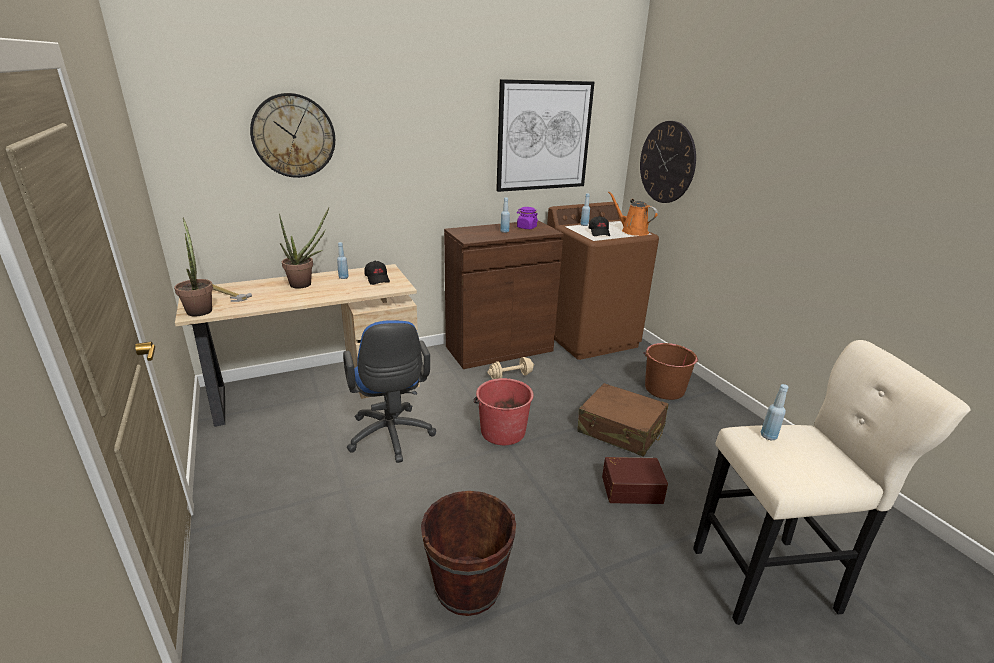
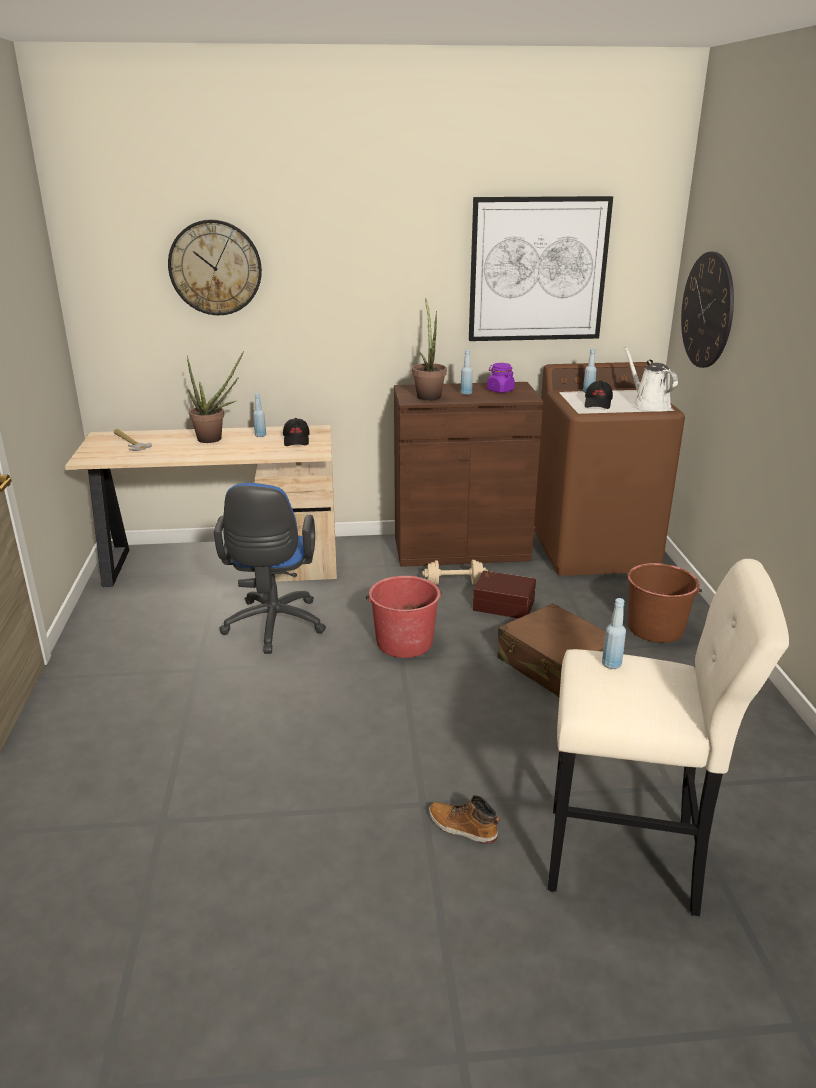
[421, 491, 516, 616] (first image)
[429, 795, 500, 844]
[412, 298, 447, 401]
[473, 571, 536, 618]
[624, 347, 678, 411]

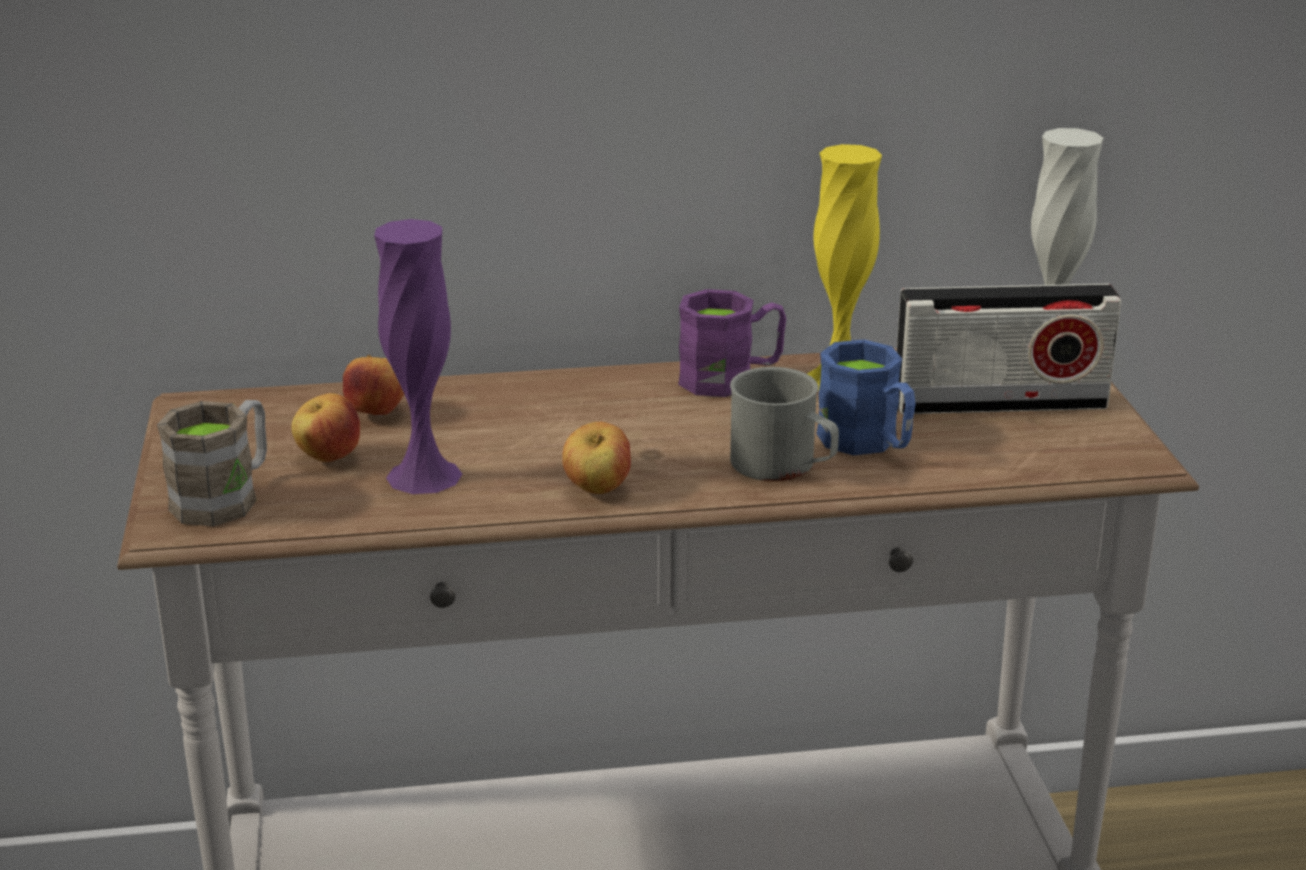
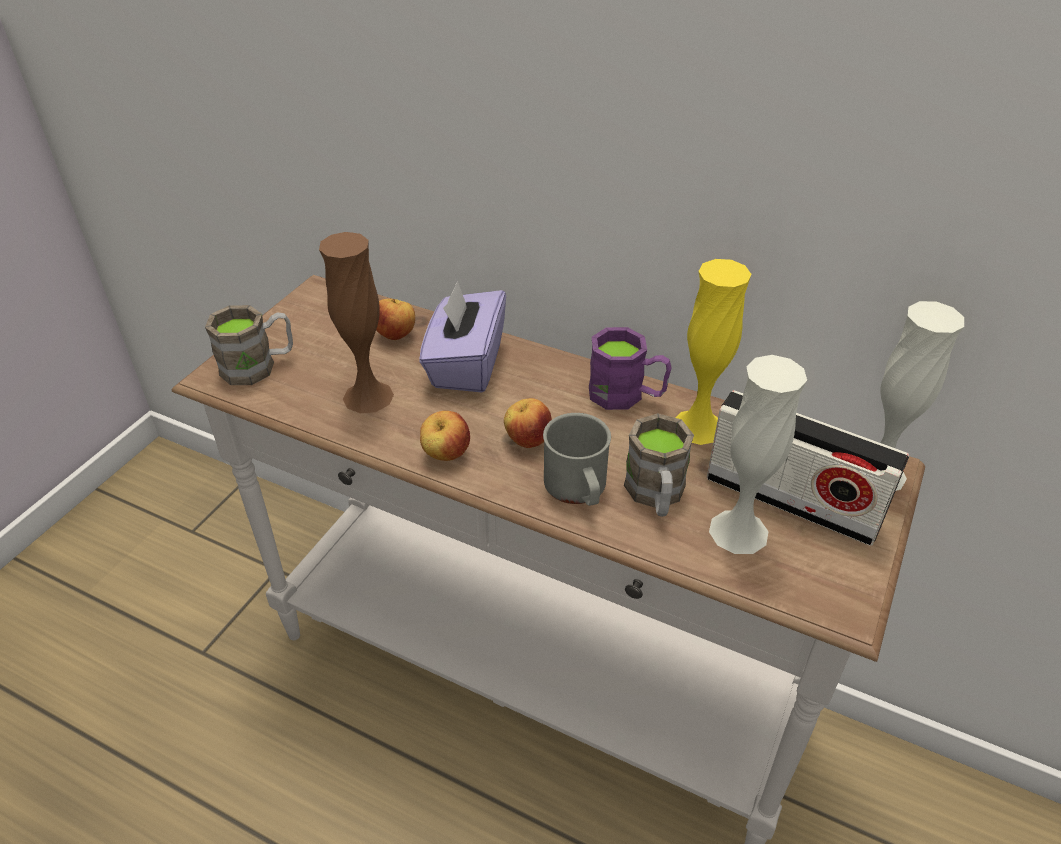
[419, 281, 506, 392]
[709, 355, 807, 554]
[504, 398, 552, 448]
[319, 232, 394, 413]
[624, 413, 694, 517]

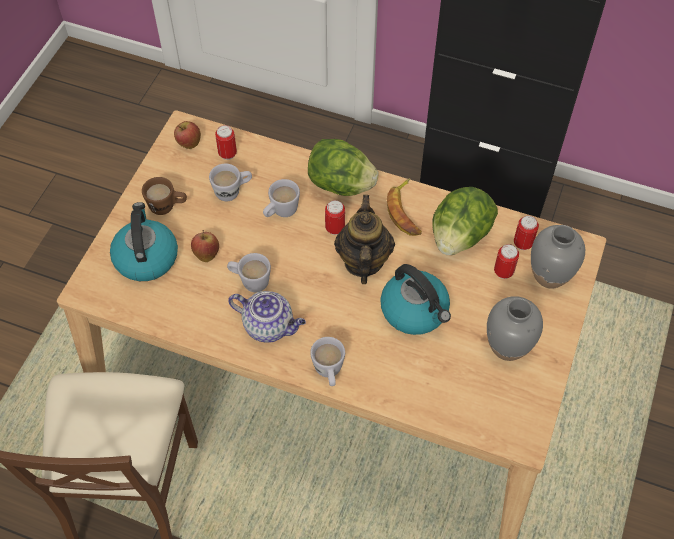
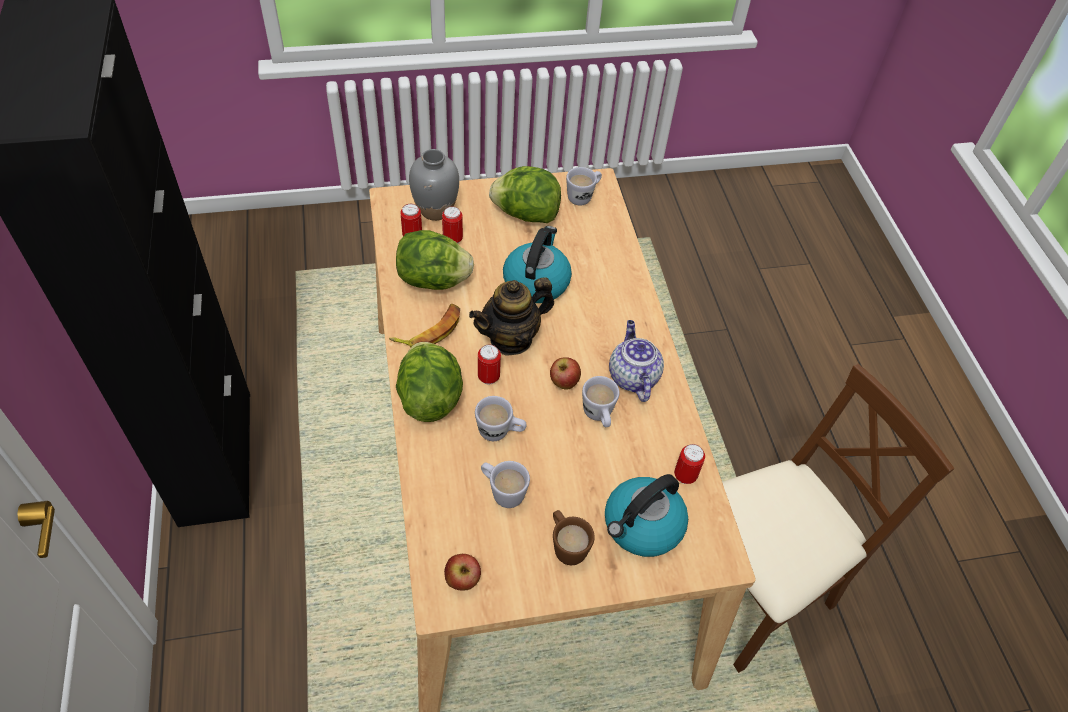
[550, 357, 581, 390]
[674, 444, 705, 484]
[566, 167, 602, 206]
[489, 166, 561, 223]

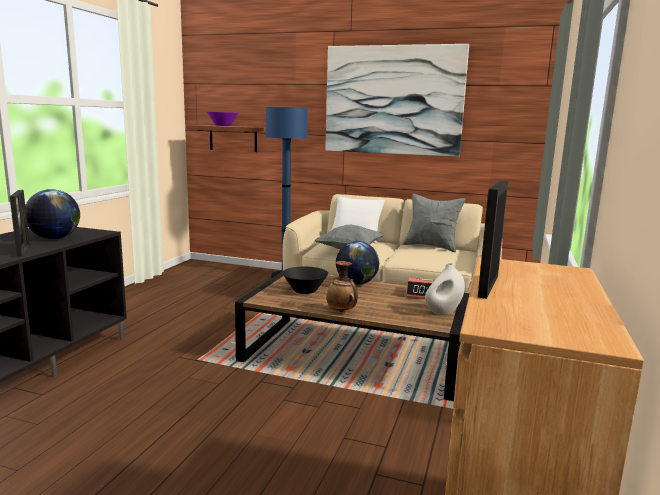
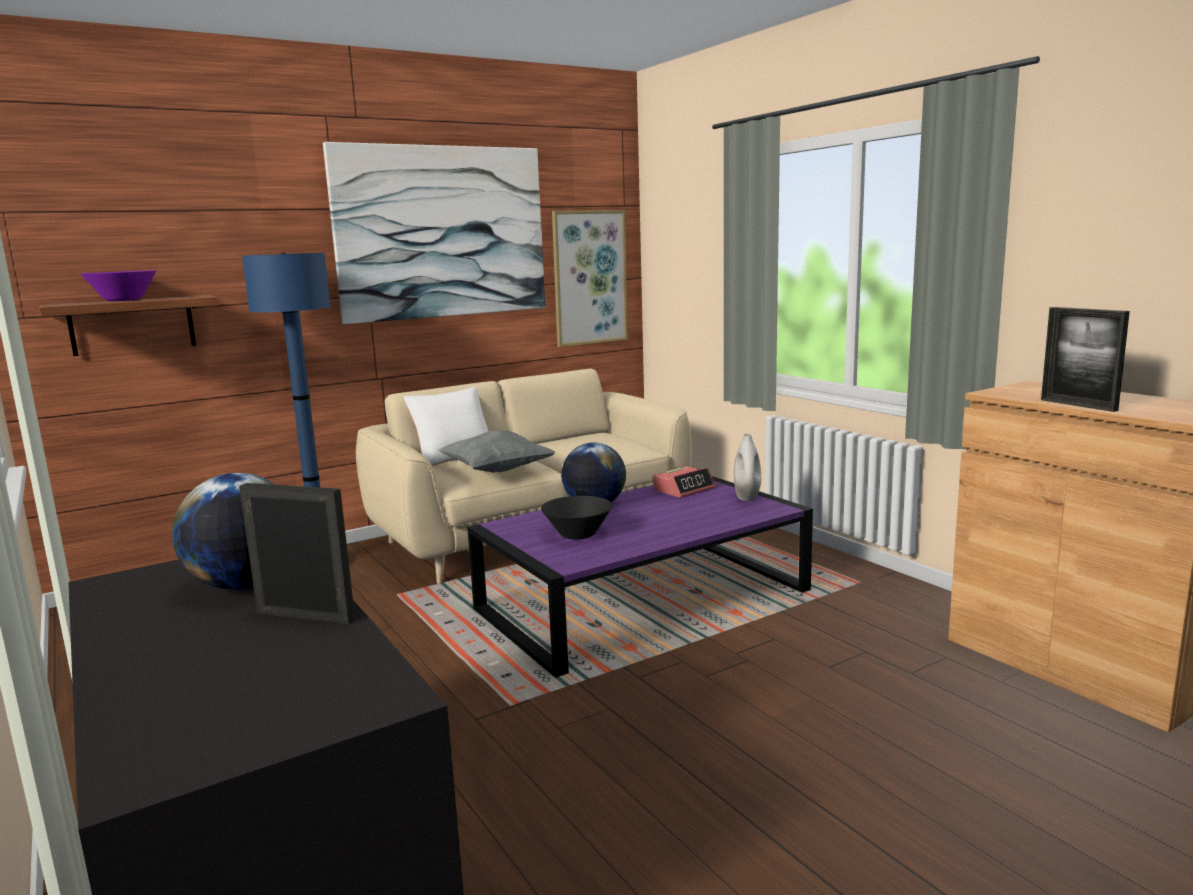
[327, 261, 358, 312] (first image)
[403, 194, 465, 252] (first image)
[552, 210, 628, 347]
[467, 476, 813, 677]

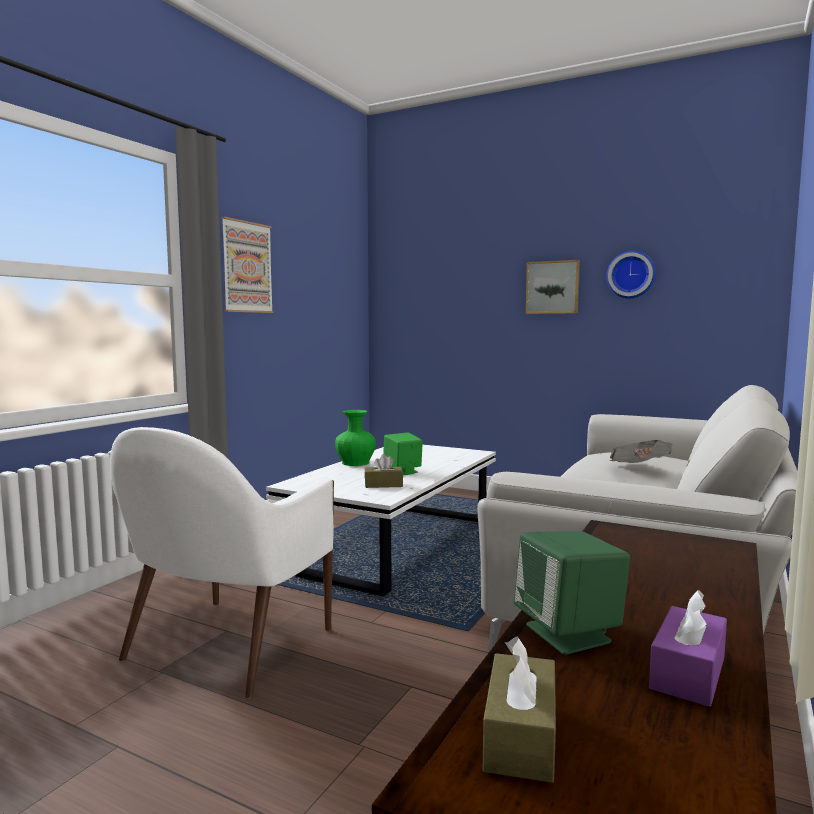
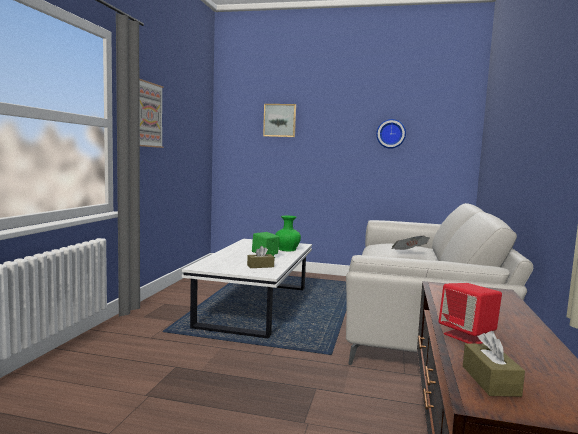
[110, 427, 334, 699] (first image)
[649, 590, 727, 707] (first image)
[275, 216, 301, 251]
[263, 104, 296, 137]
[439, 283, 502, 344]

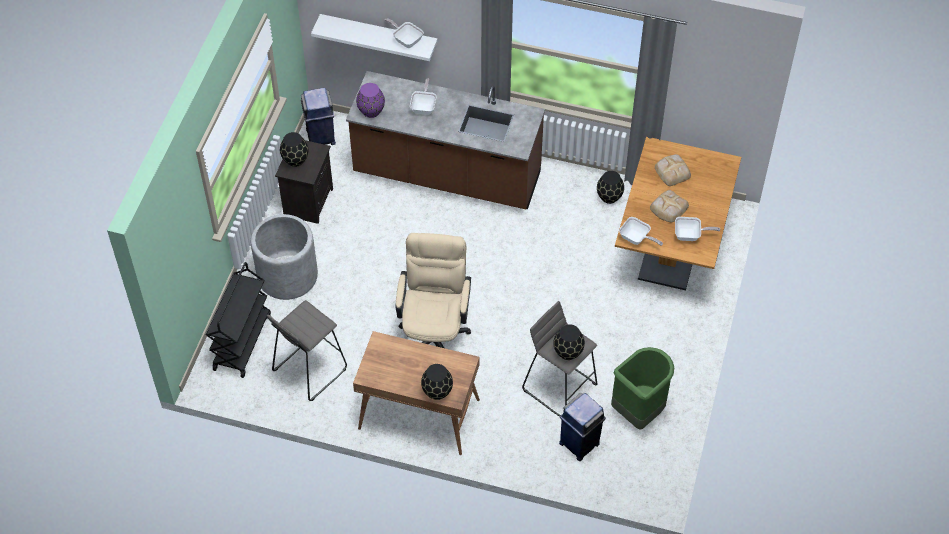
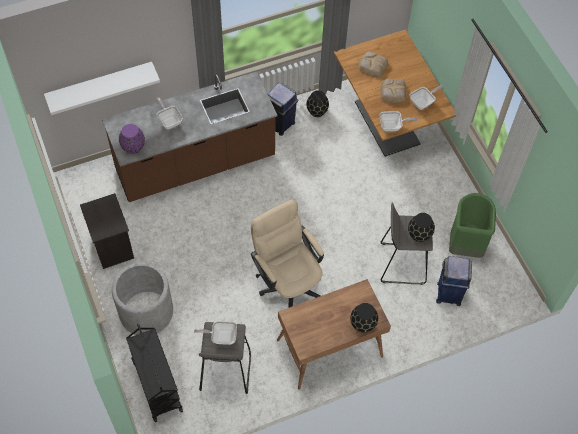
[280, 132, 308, 167] (first image)
[267, 83, 298, 136]
[194, 321, 237, 345]

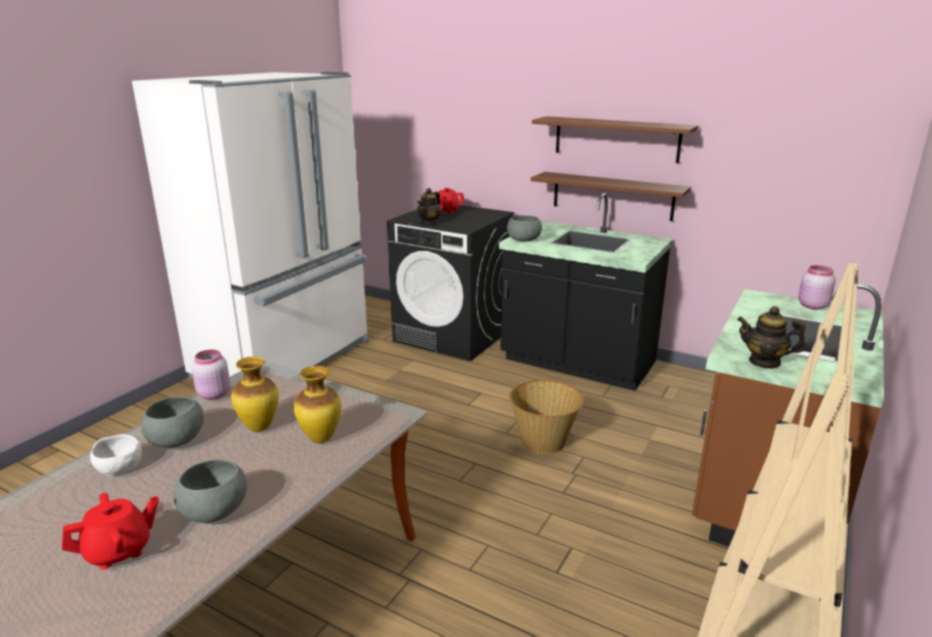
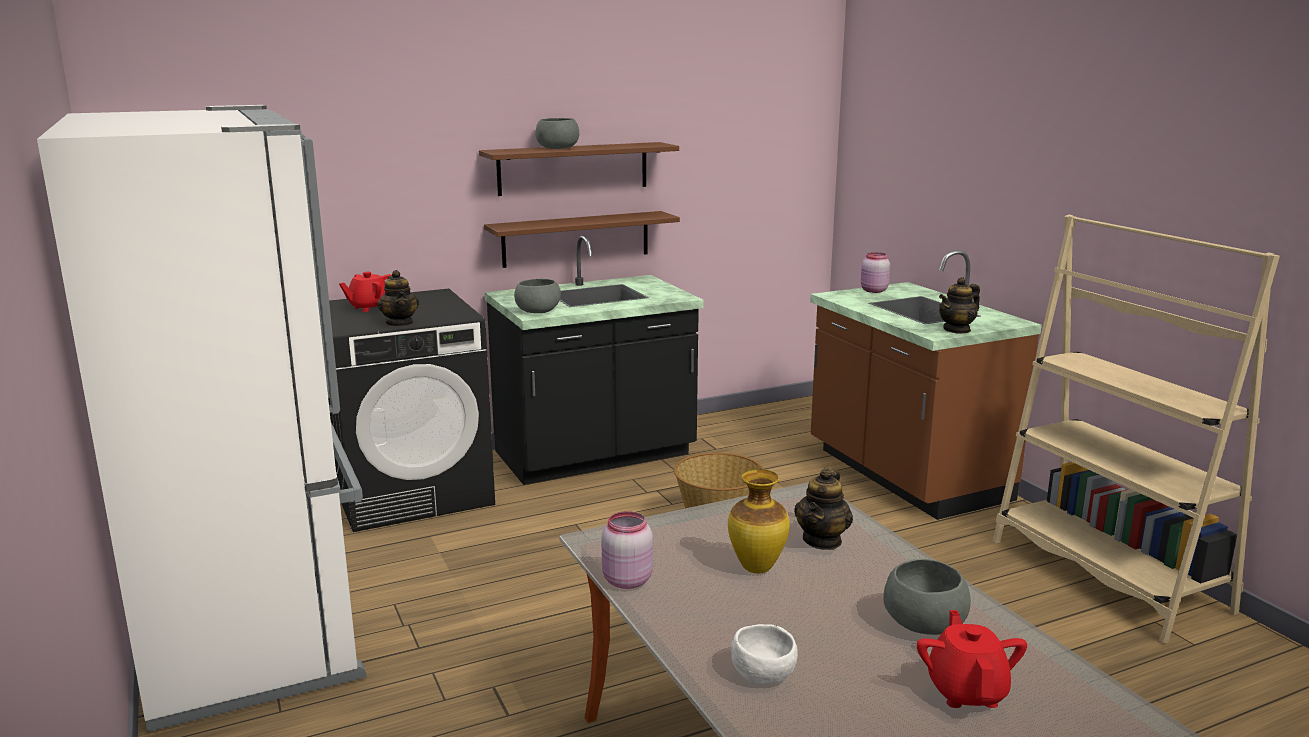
[535, 118, 579, 149]
[794, 468, 853, 550]

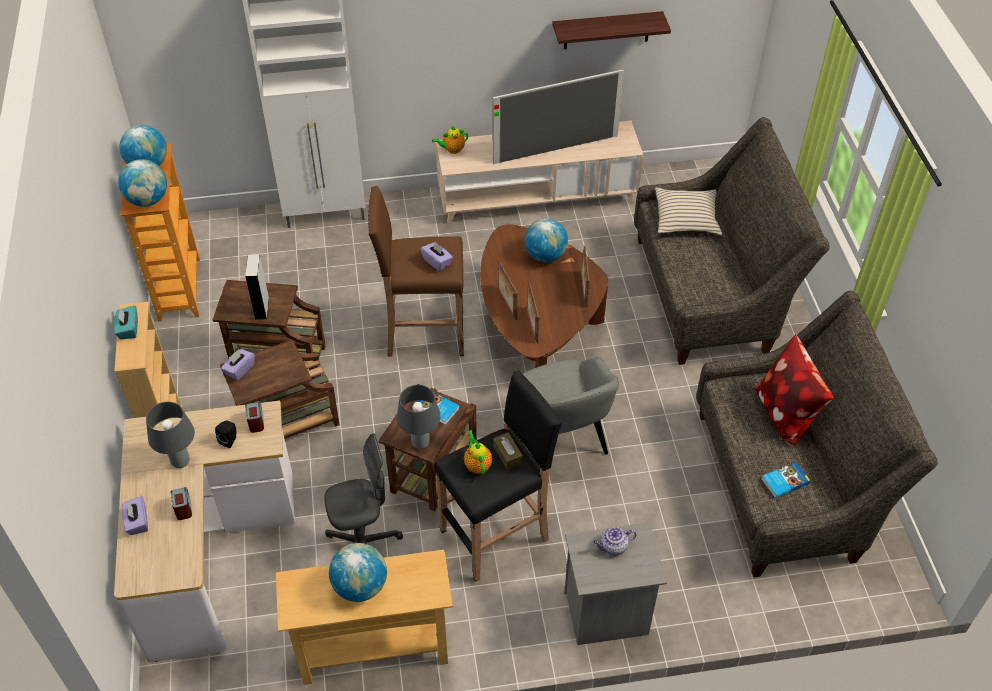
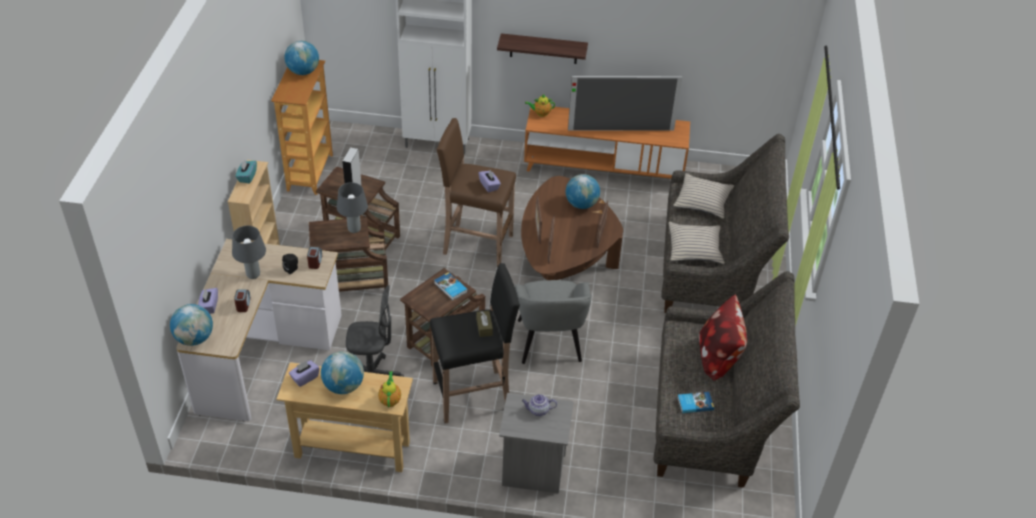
[668, 222, 725, 264]
[170, 304, 213, 346]
[289, 360, 320, 387]
[337, 182, 368, 233]
[378, 371, 401, 407]
[497, 33, 588, 64]
[524, 106, 690, 179]

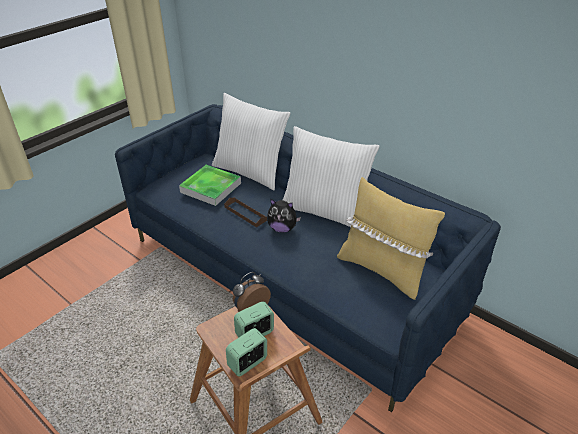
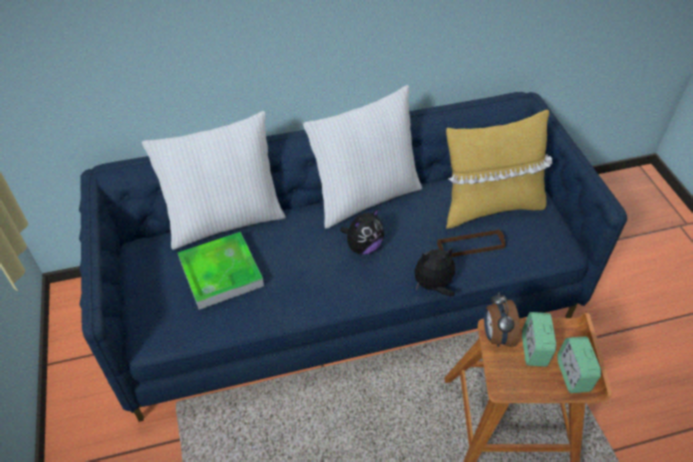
[414, 248, 455, 296]
[437, 229, 506, 257]

